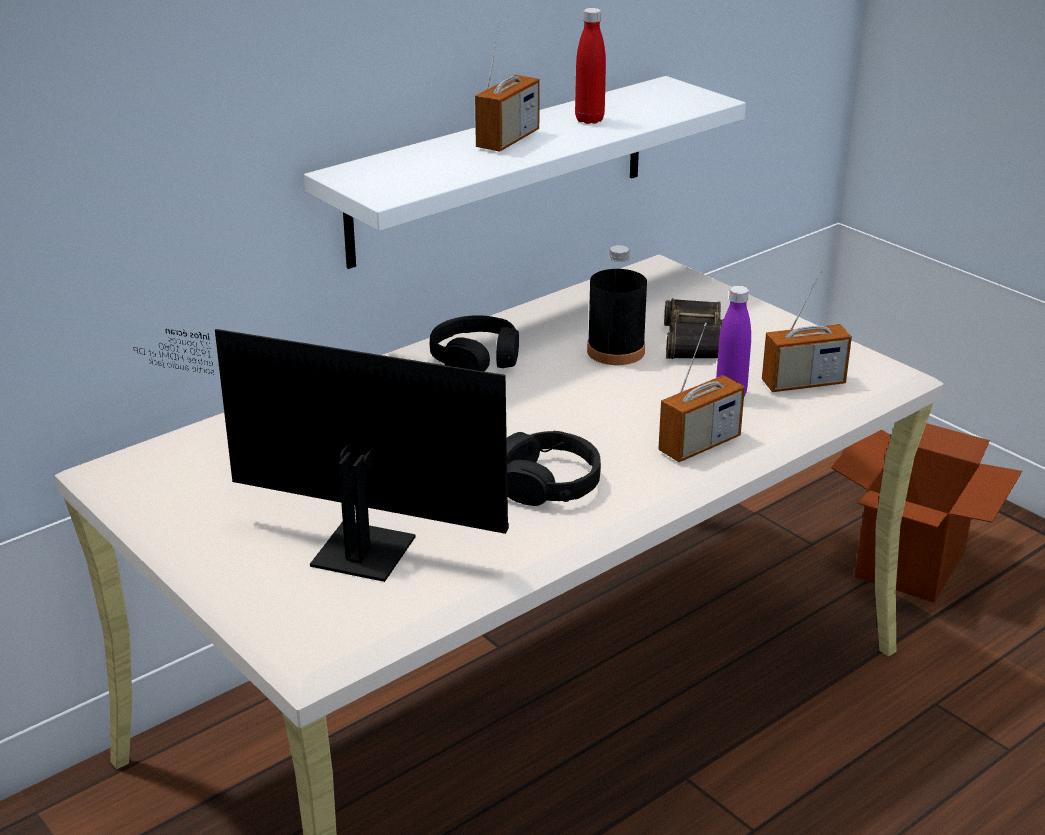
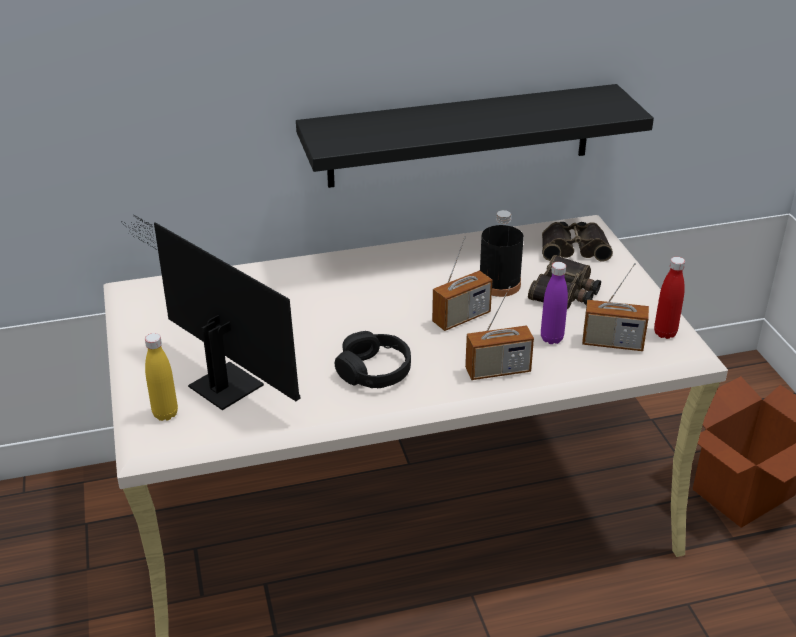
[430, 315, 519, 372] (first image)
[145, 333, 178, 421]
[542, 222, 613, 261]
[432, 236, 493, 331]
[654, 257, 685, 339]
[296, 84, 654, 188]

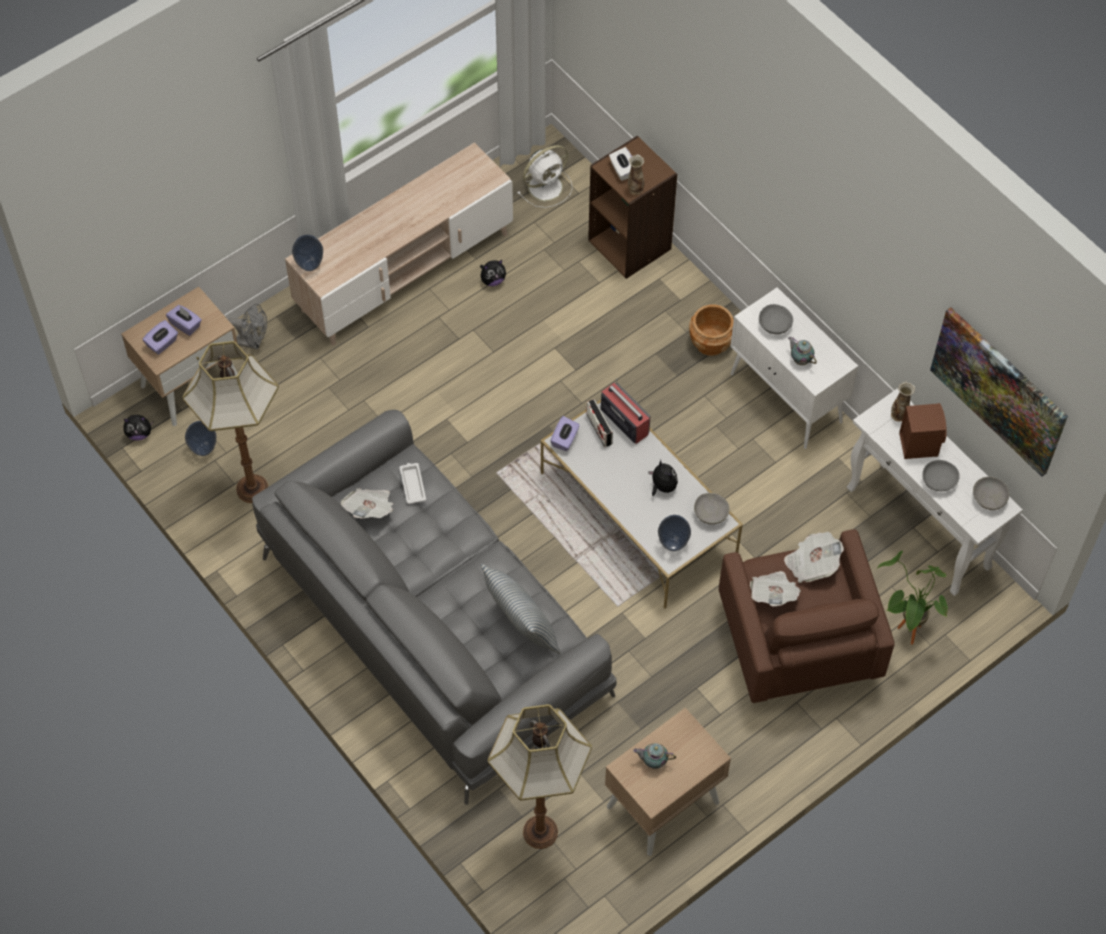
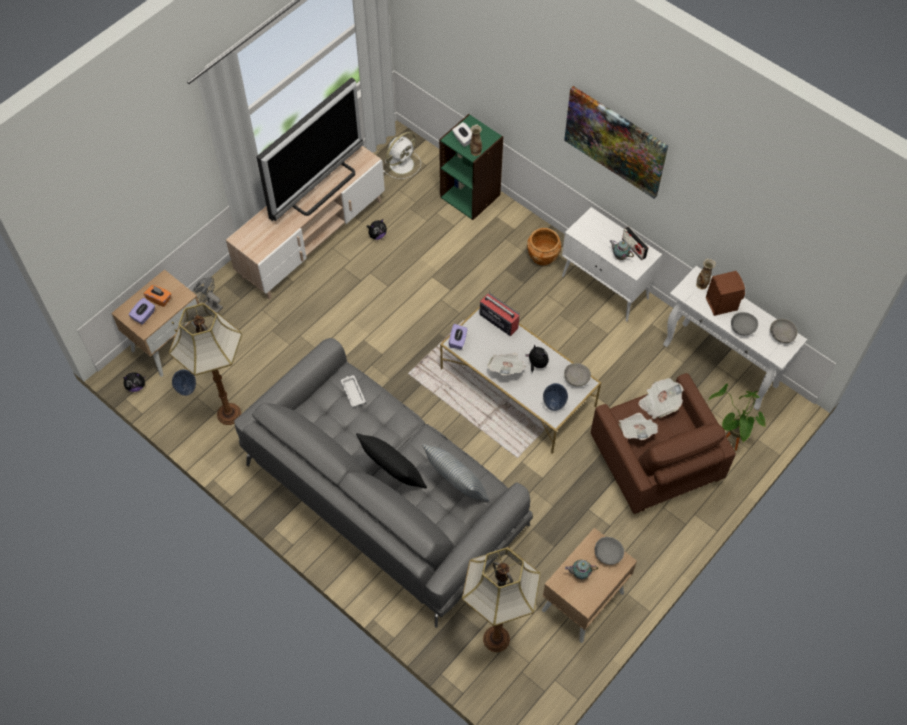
[292, 235, 323, 271] (first image)
[257, 78, 363, 221]
[356, 433, 427, 488]
[487, 353, 526, 375]
[622, 226, 649, 260]
[595, 537, 624, 565]
[564, 86, 668, 199]
[144, 285, 171, 307]
[439, 114, 503, 220]
[192, 277, 223, 313]

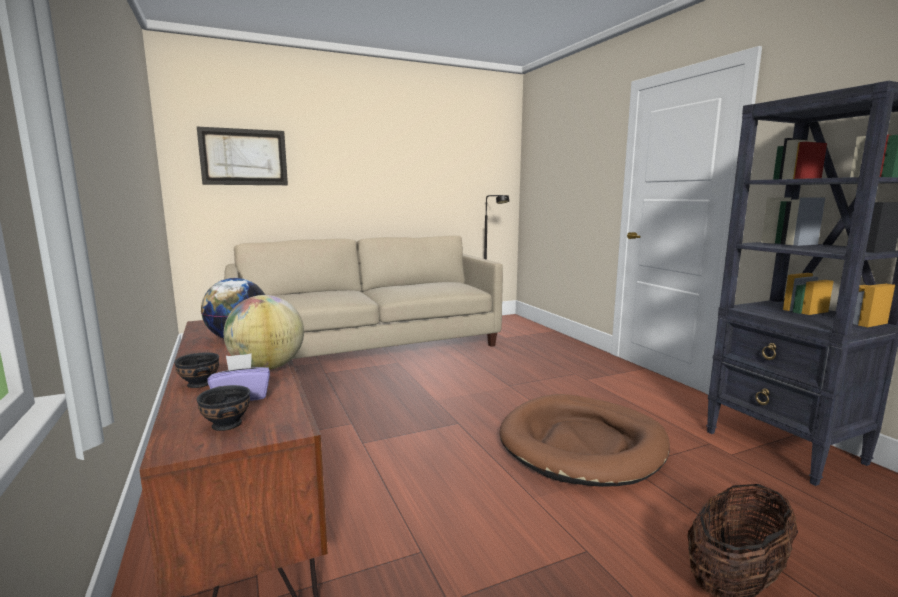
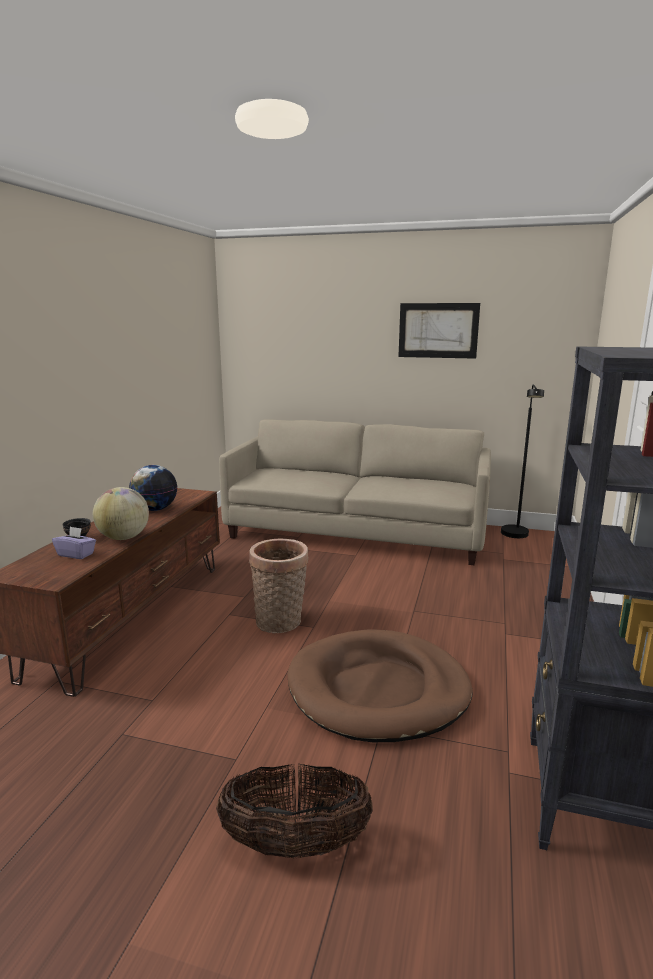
[197, 385, 250, 431] (first image)
[249, 539, 309, 633]
[398, 303, 480, 359]

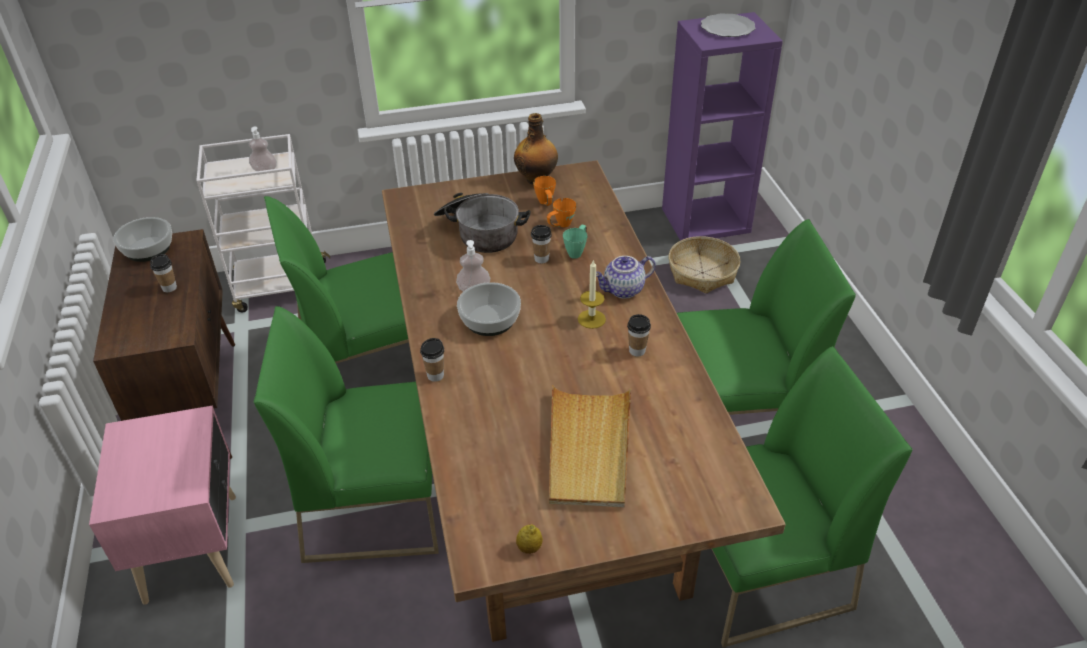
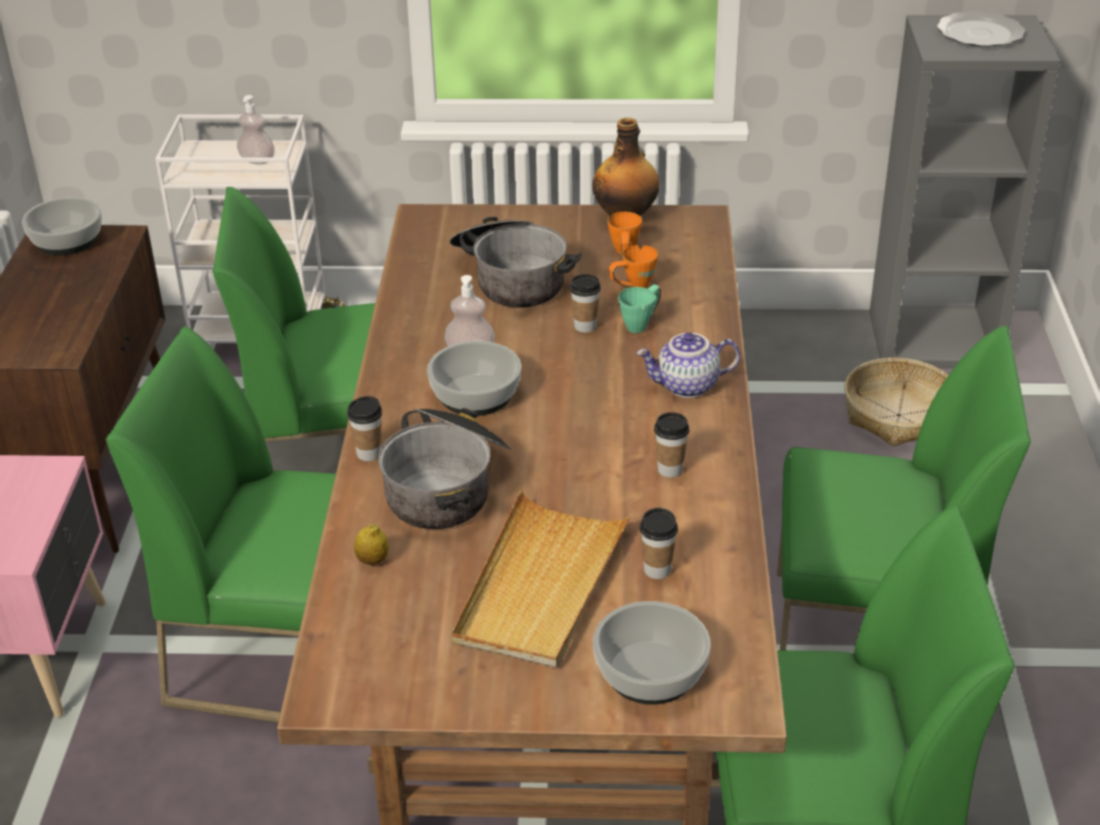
[578, 260, 606, 329] (first image)
[378, 408, 511, 529]
[593, 601, 711, 705]
[640, 508, 678, 579]
[354, 524, 388, 565]
[869, 15, 1060, 368]

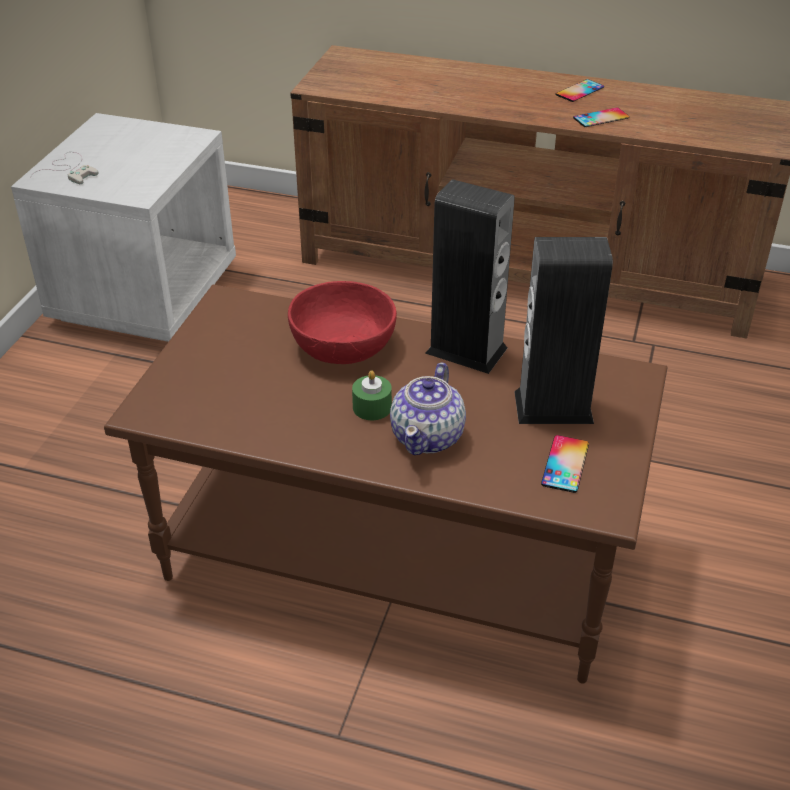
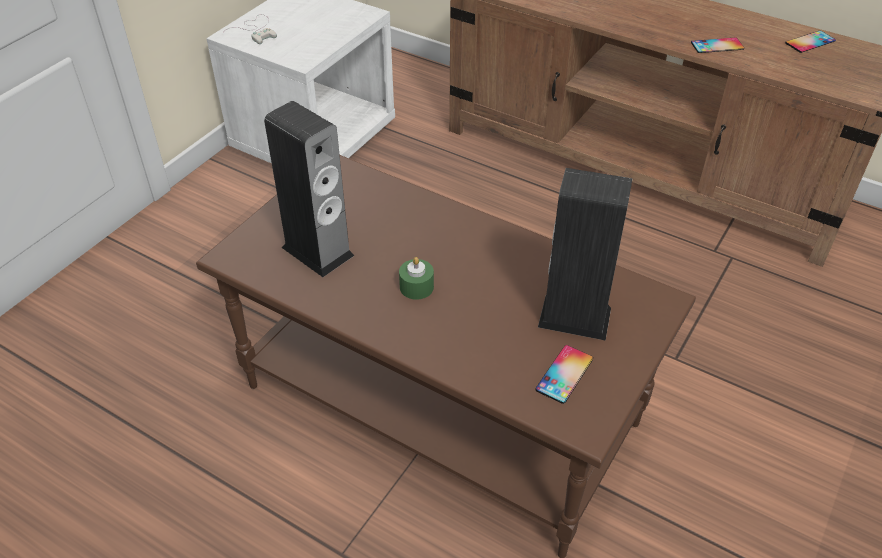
[288, 281, 397, 364] (first image)
[390, 362, 466, 455] (first image)
[264, 101, 354, 277]
[785, 31, 836, 53]

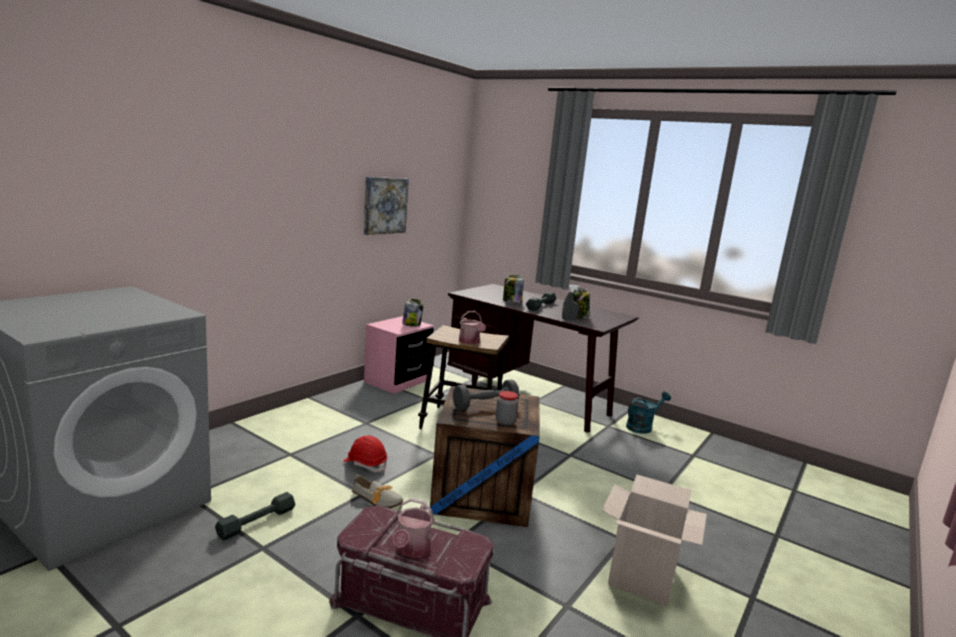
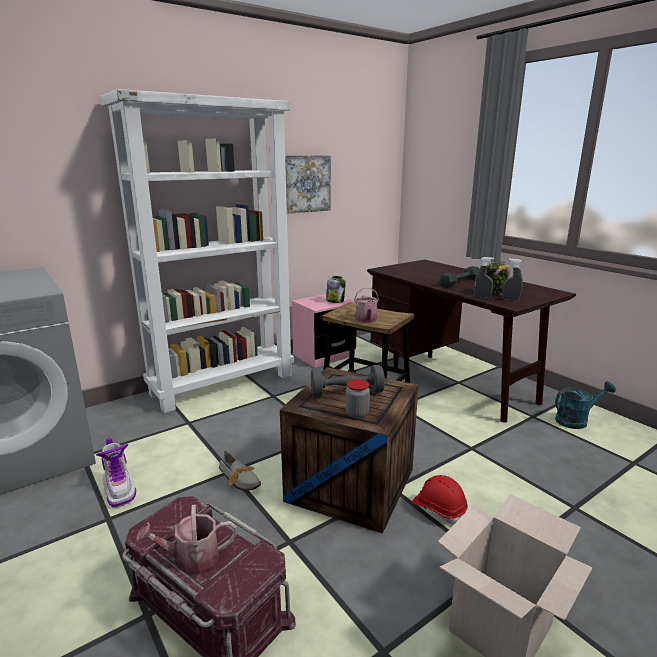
[503, 275, 524, 303] (first image)
[100, 89, 294, 413]
[502, 258, 523, 301]
[412, 475, 468, 525]
[96, 437, 136, 508]
[136, 504, 237, 573]

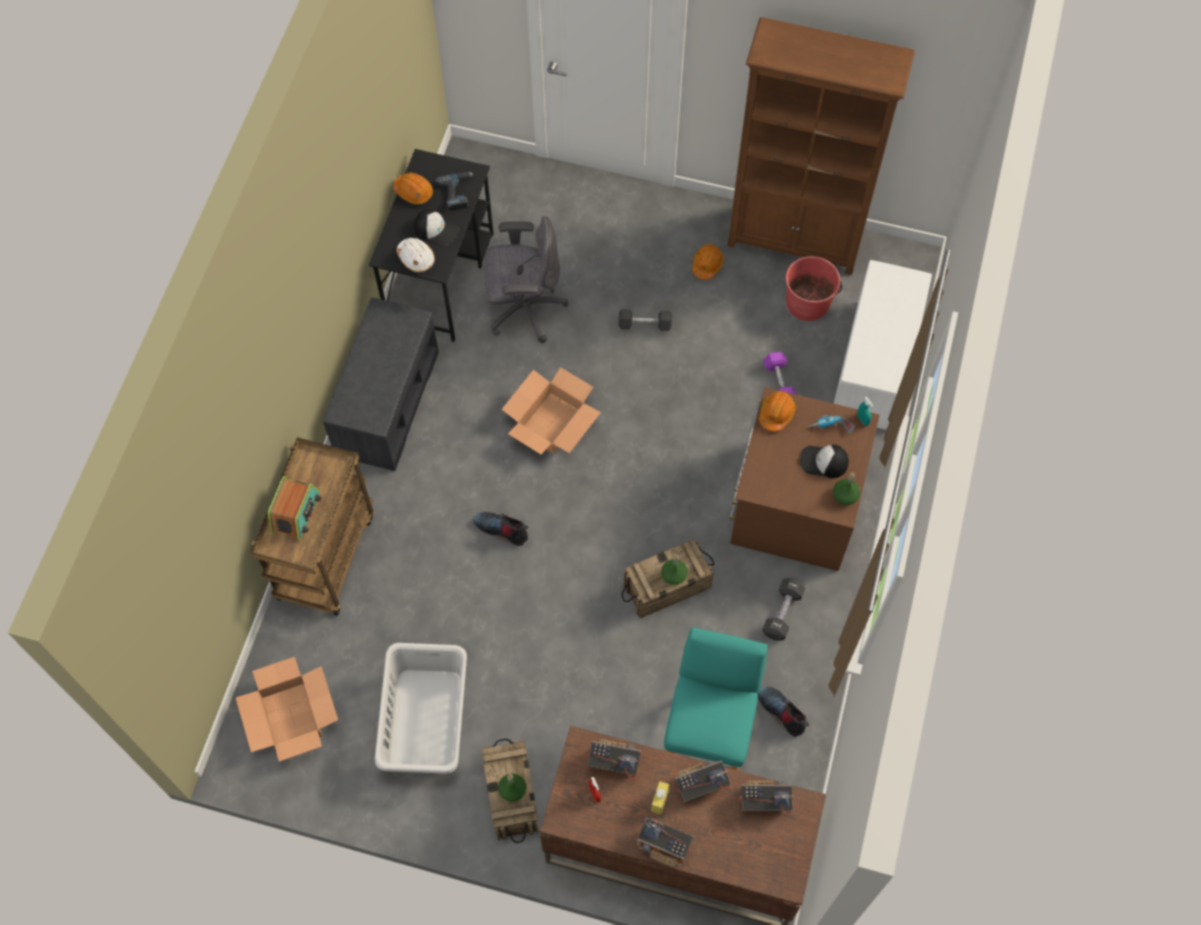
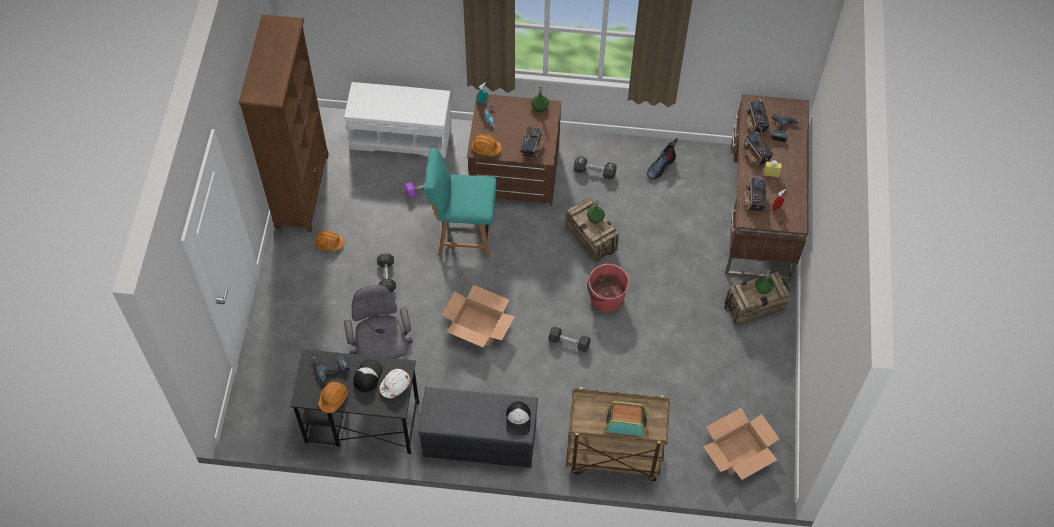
[375, 643, 467, 774] (first image)
[771, 114, 800, 142]
[520, 127, 545, 158]
[424, 148, 497, 258]
[587, 264, 630, 312]
[506, 401, 531, 436]
[548, 327, 591, 352]

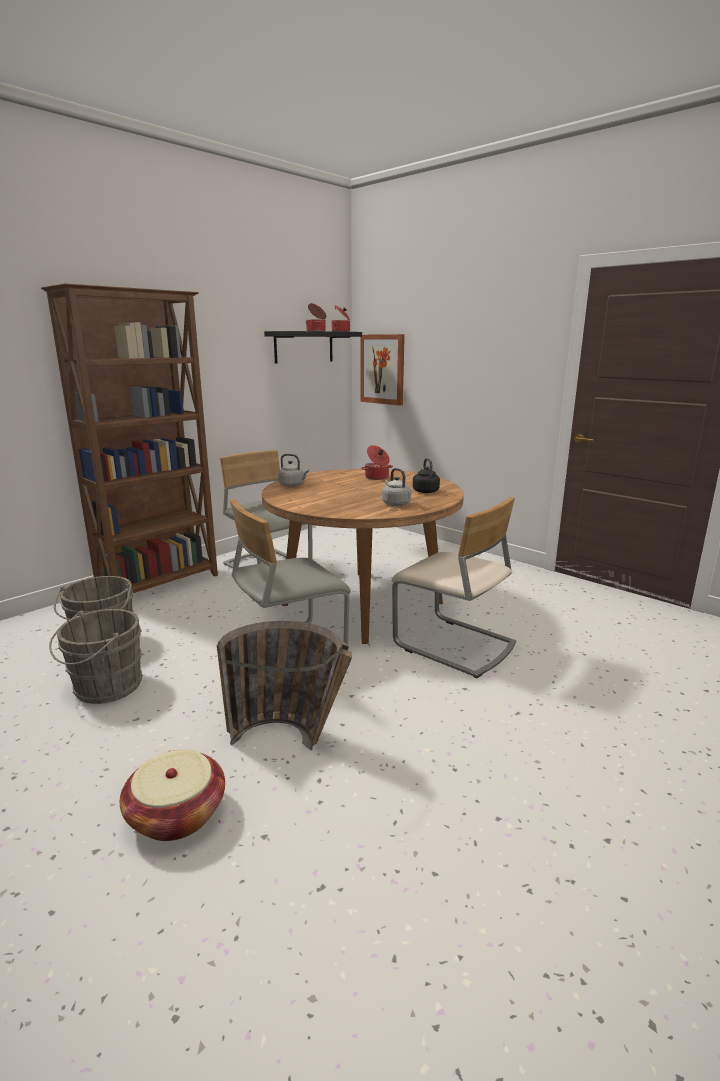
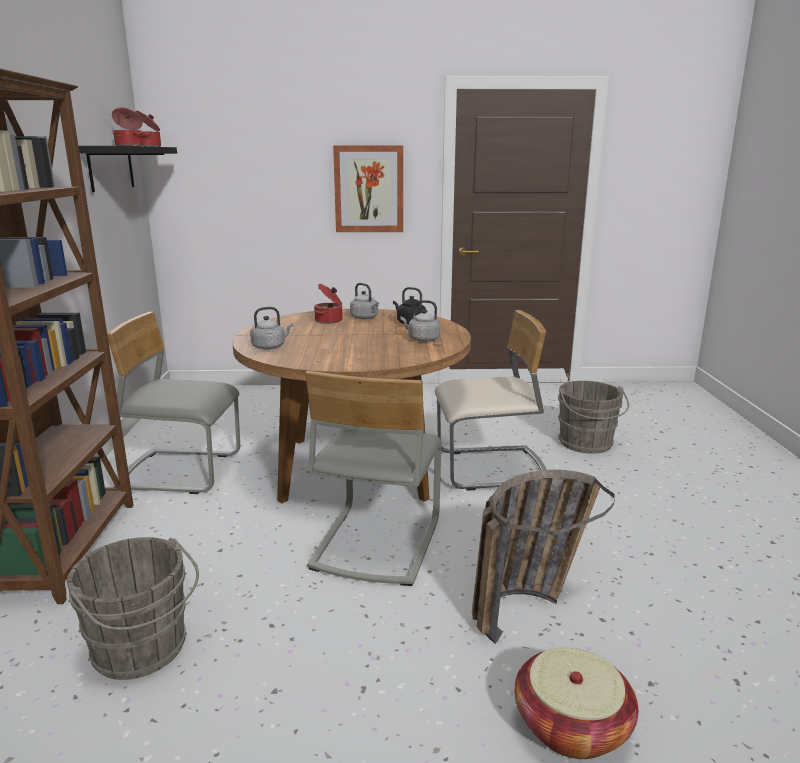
[350, 283, 379, 319]
[557, 381, 629, 454]
[333, 146, 403, 232]

